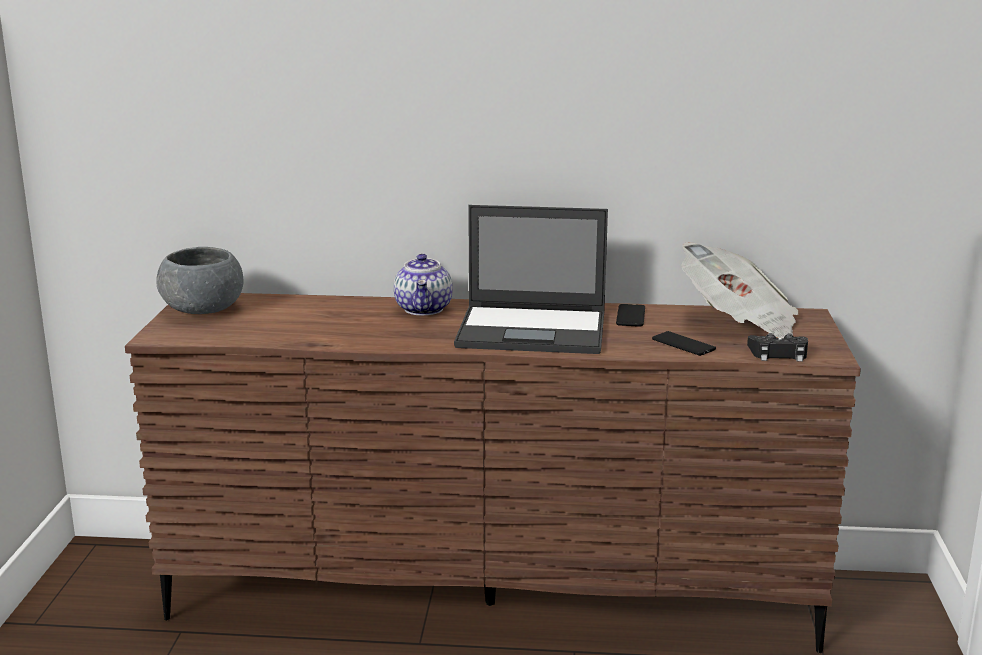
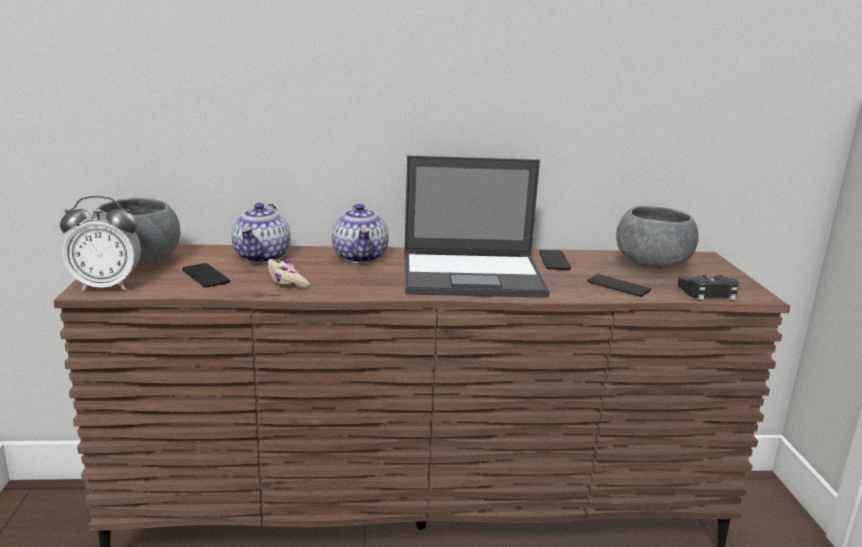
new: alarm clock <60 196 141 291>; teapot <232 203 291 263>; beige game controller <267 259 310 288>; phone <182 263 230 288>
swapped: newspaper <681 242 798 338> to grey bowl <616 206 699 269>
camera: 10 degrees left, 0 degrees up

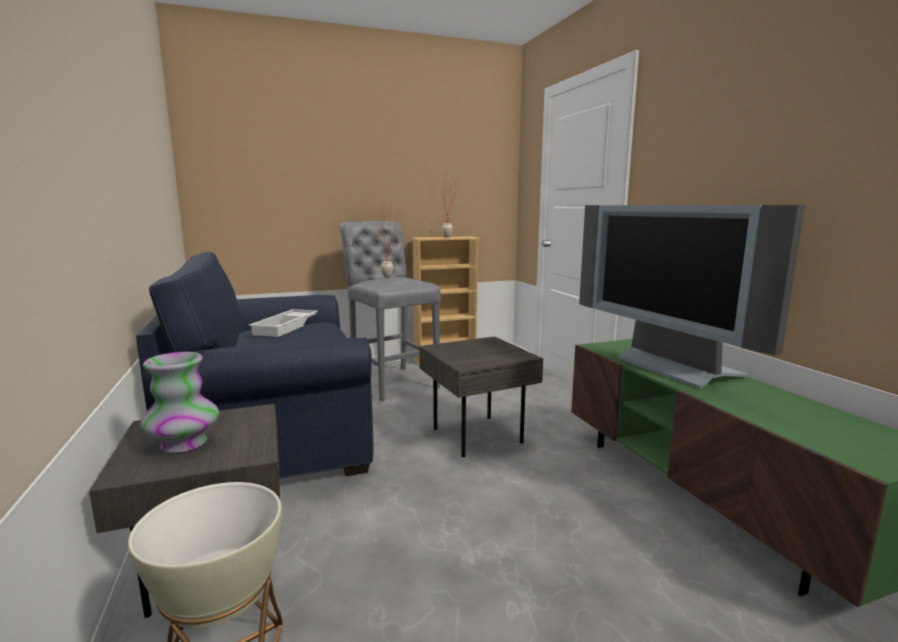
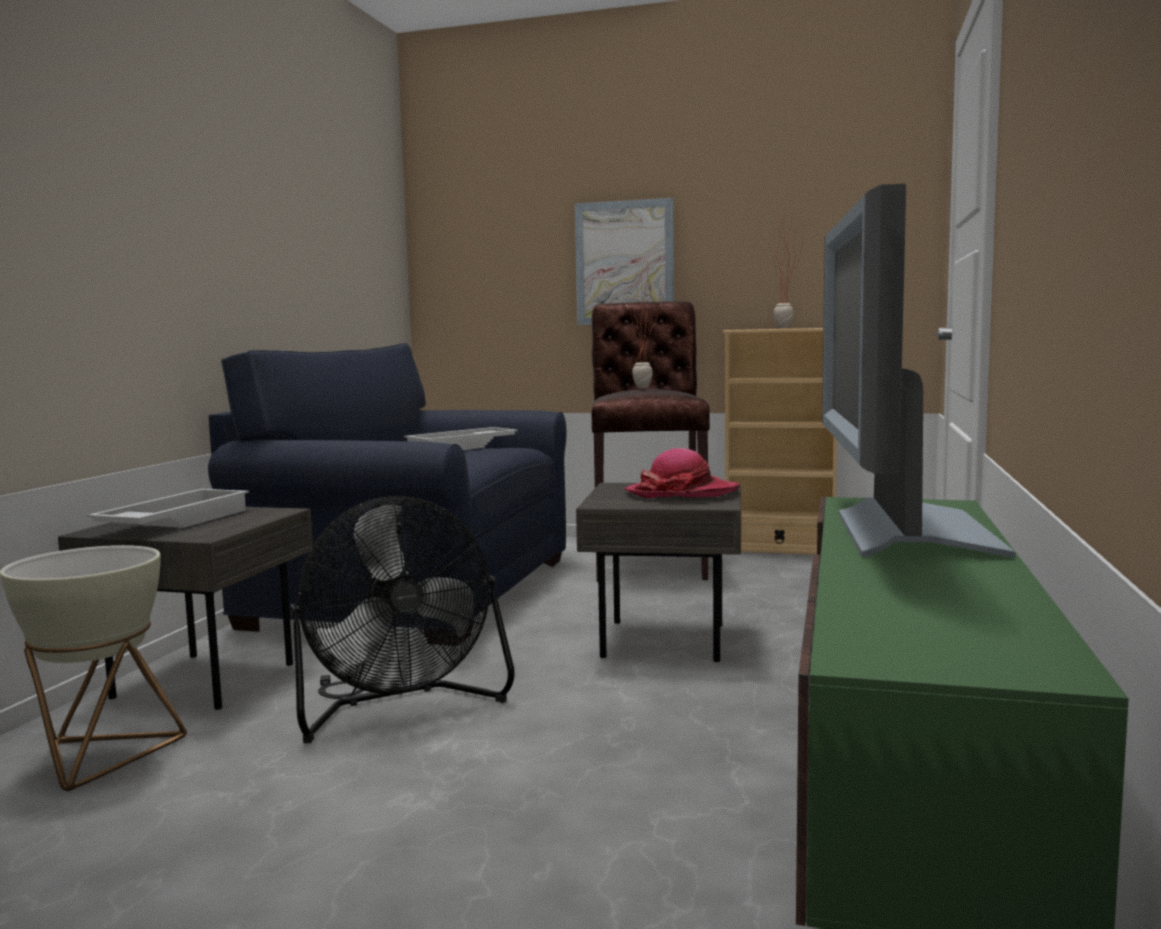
new: picture <575 198 674 325>; hat <624 448 740 498>; black fan <290 496 515 743>
swapped: vase <140 352 219 453> to white tray <87 489 249 528>
repainted: grey stool <339 221 441 401> to brown stool <591 301 710 582>
camera: 35 degrees right, 5 degrees down

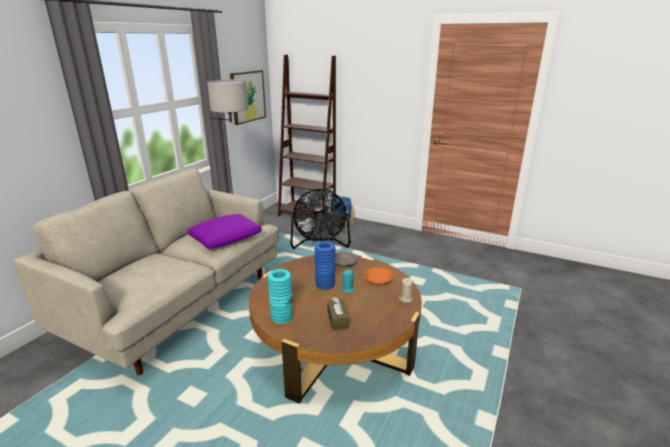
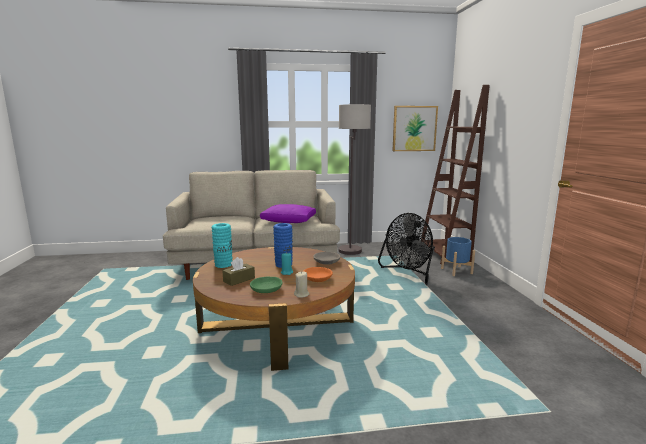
new: green bowl <250 277 283 293>
camera: 55 degrees right, 10 degrees down

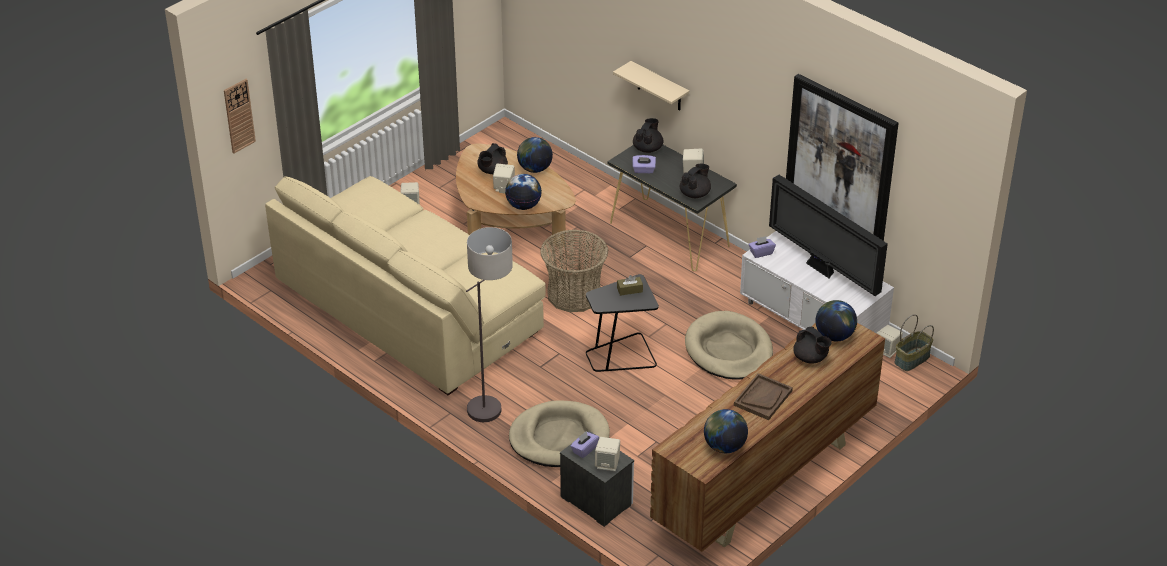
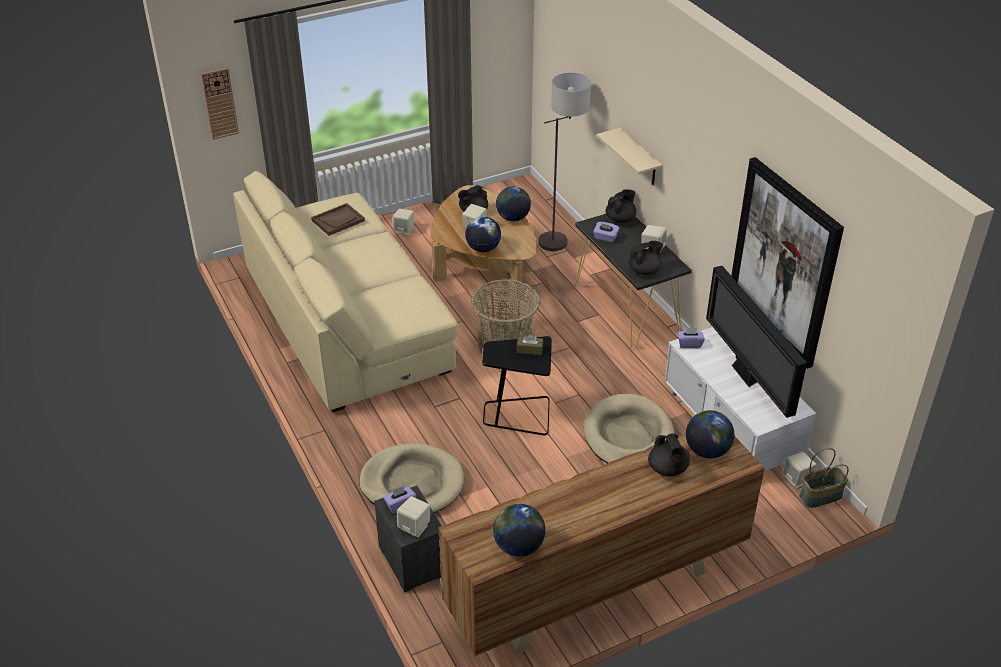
shifted: grey floor lamp <466 227 513 422> to <538 73 591 251>; brown tray <734 373 793 420> to <311 203 365 236>
camera: 20 degrees right, 0 degrees up

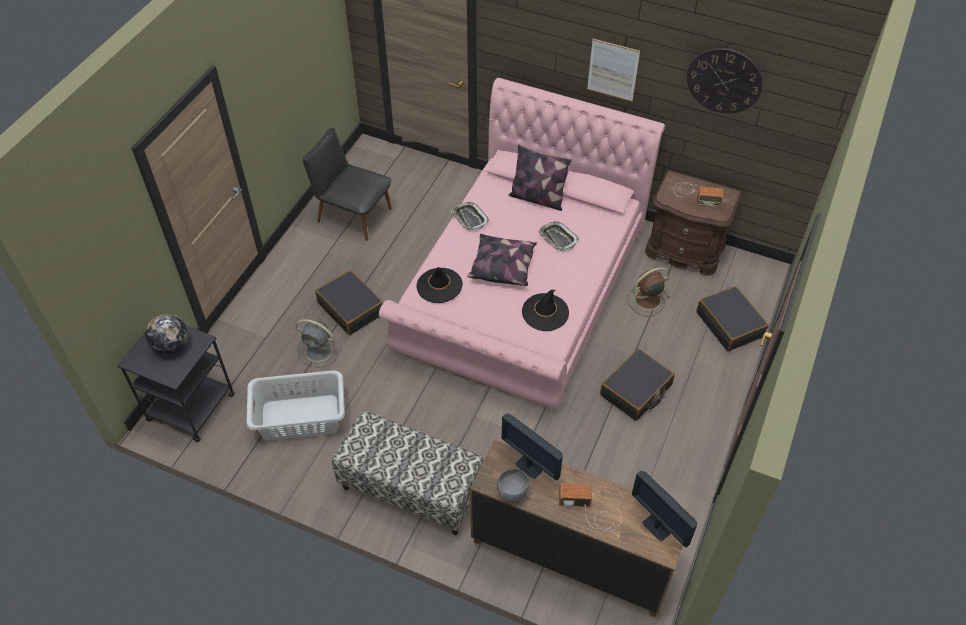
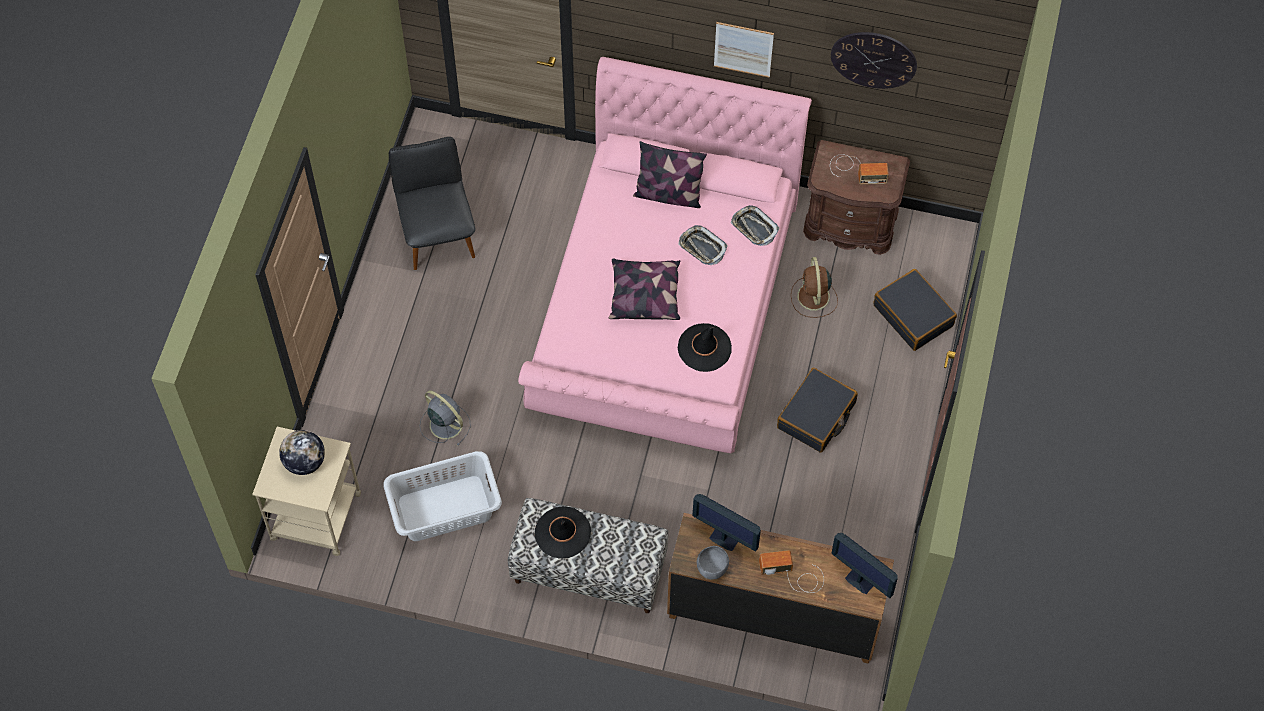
gone: black suitcase <315 270 383 335>
shifted: tray <450 202 489 231> to <731 205 780 246>; black hat <416 267 463 303> to <535 506 591 558>
repainted: black cart <117 326 235 442> to beige cart <252 427 361 556>
rotated: black chair <303 128 392 241> = <389 137 475 270> 60 degrees clockwise; brown fan <627 267 670 317> = <791 257 838 318> 60 degrees counterclockwise; grey fan <296 319 341 368> = <420 390 471 446> 150 degrees counterclockwise
camera: 10 degrees left, 10 degrees up

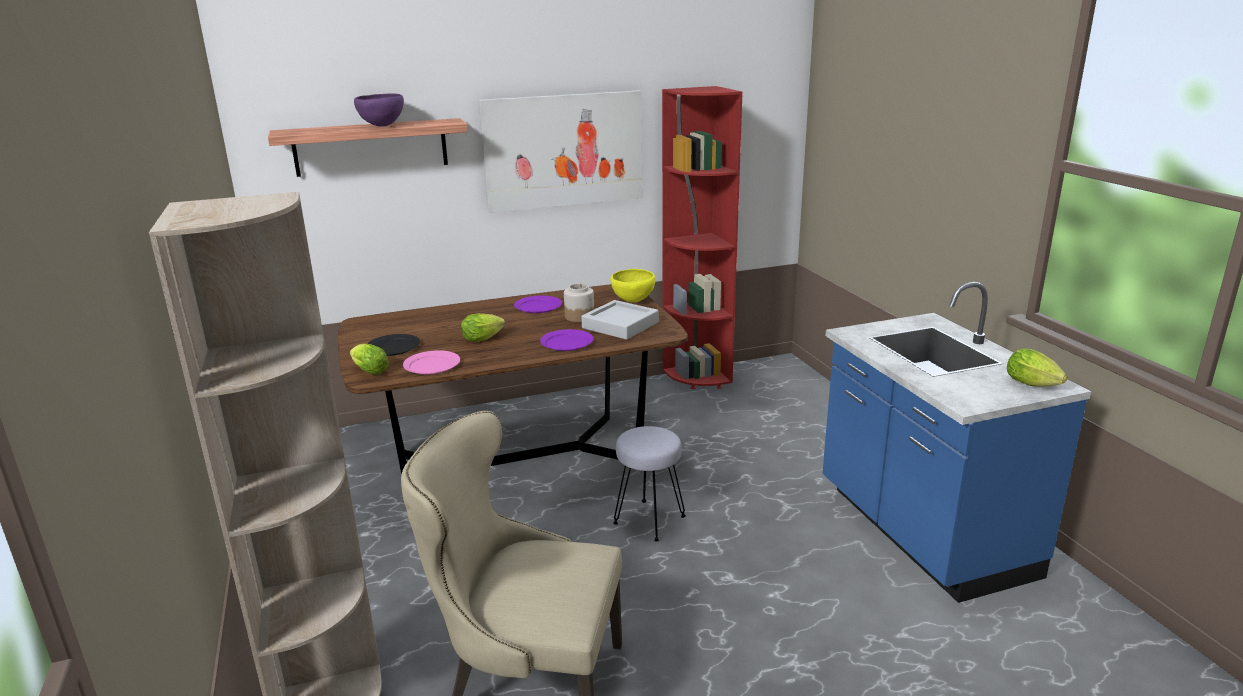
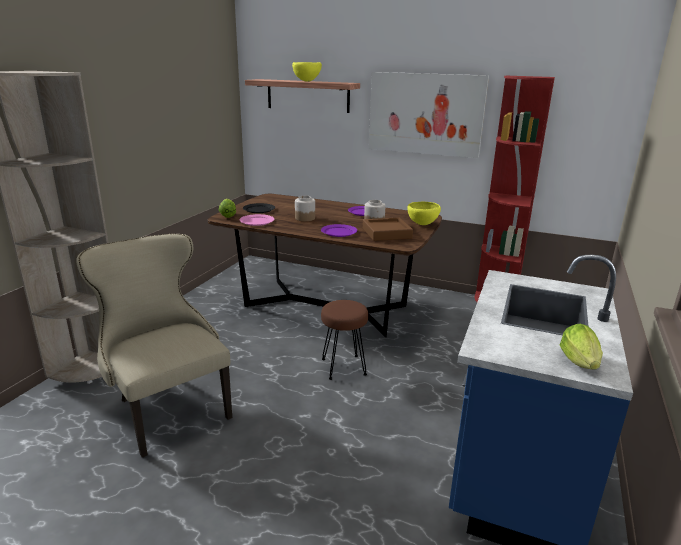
swapped: lettuce <461 313 505 342> to jar <295 195 315 221>
repainted: purple bowl <354 93 404 127> to yellow bowl <292 62 322 82>; grey tray <581 300 659 340> to brown tray <363 218 413 241>; grey stool <613 426 686 541> to brown stool <321 300 368 380>
camera: 40 degrees right, 0 degrees up

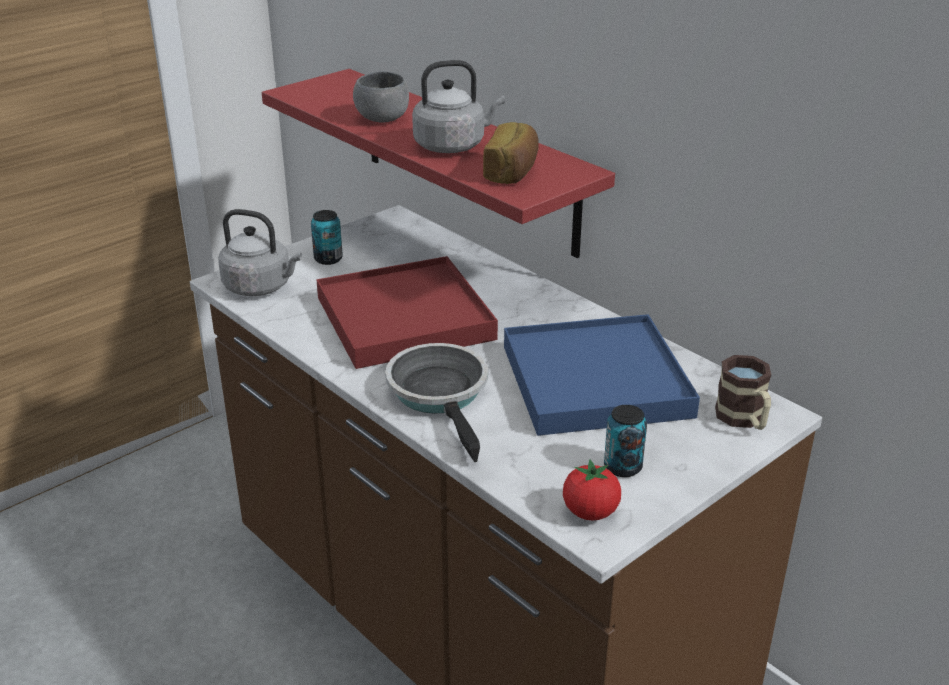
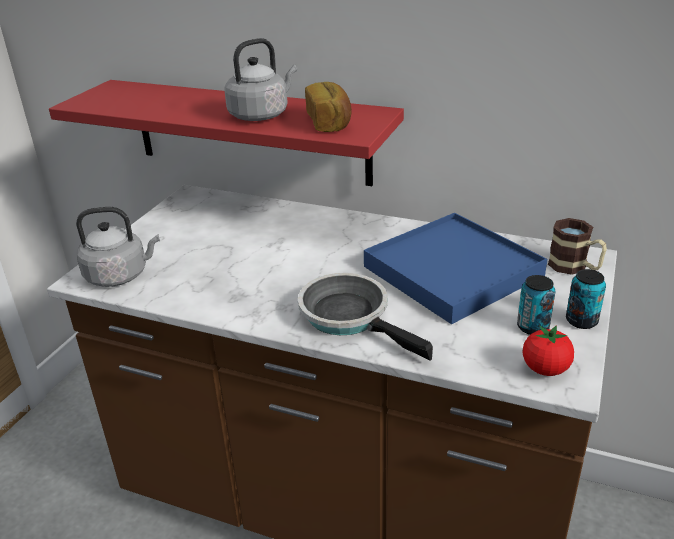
gone: grey bowl <353 71 409 123>; red tray <316 256 498 369>
shifted: can <311 210 343 265> to <566 269 606 329>
camera: 25 degrees left, 0 degrees up

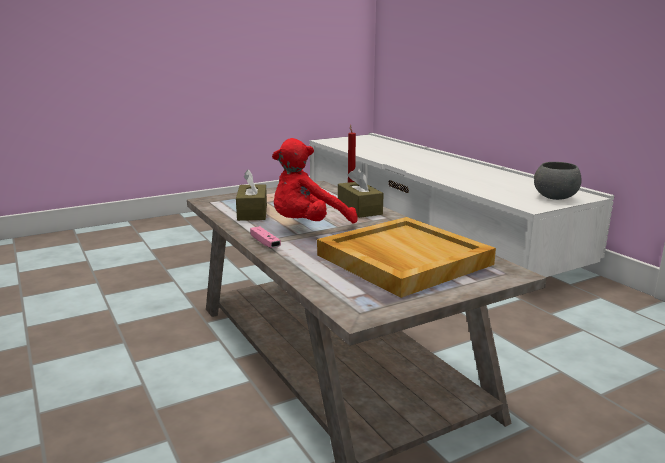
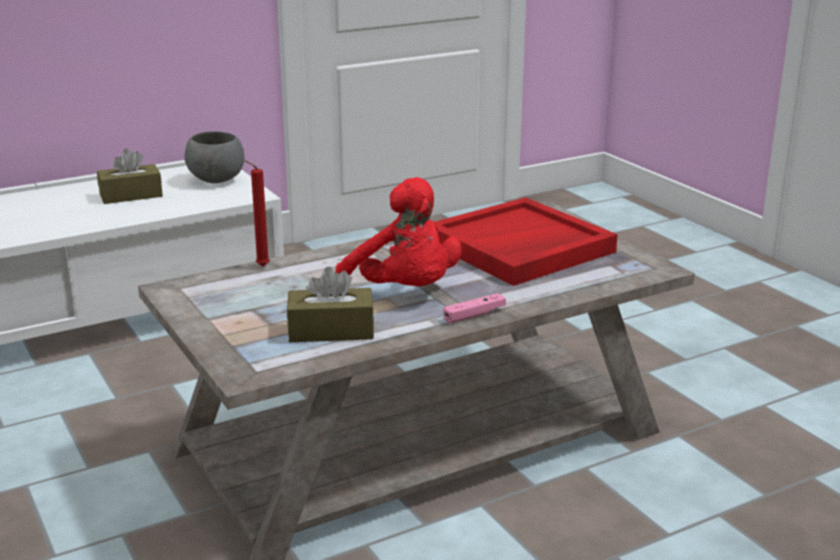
shifted: brown tissue box <338 167 384 218> to <97 149 163 204>
repainted: beige tray <317 217 496 298> to red tray <434 197 618 286>
camera: 90 degrees left, 5 degrees up

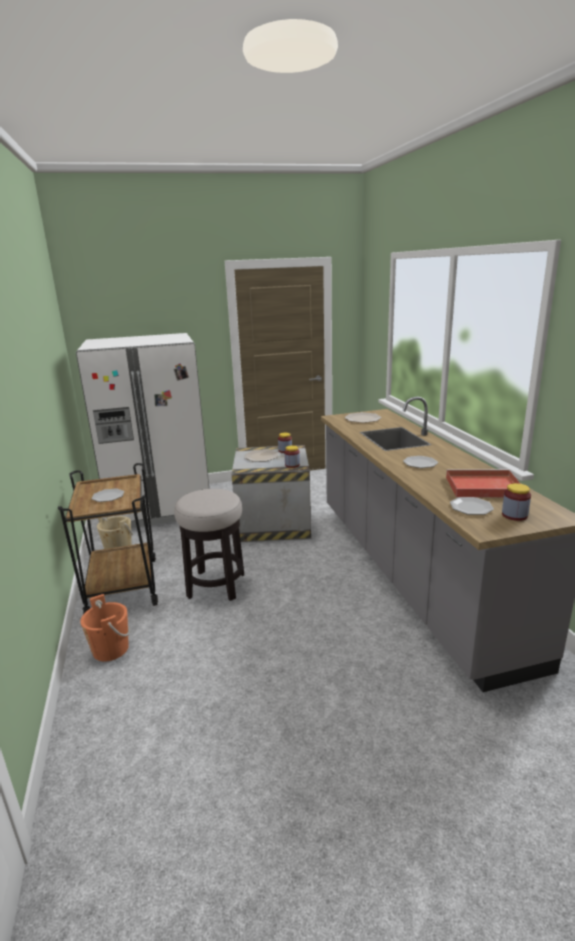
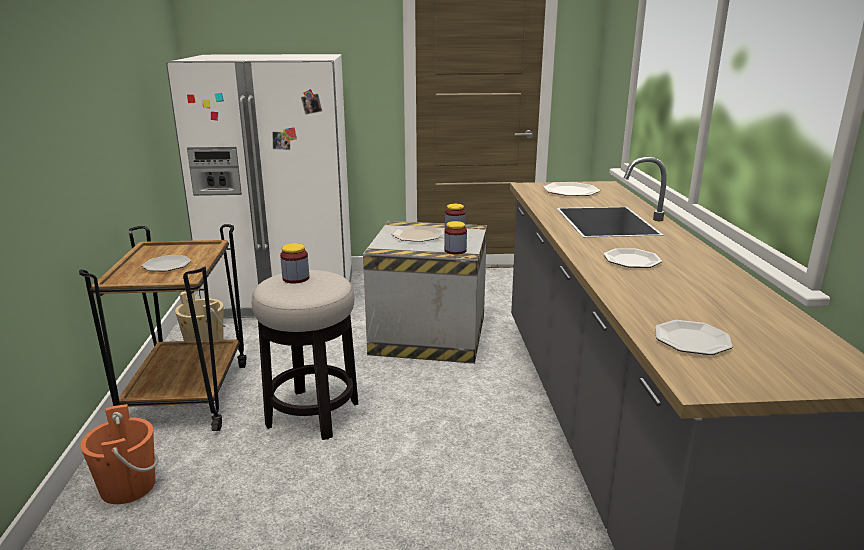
gone: red tray <446 469 521 498>
shifted: jar <502 483 531 521> to <280 243 309 284>
camera: 10 degrees right, 0 degrees up

